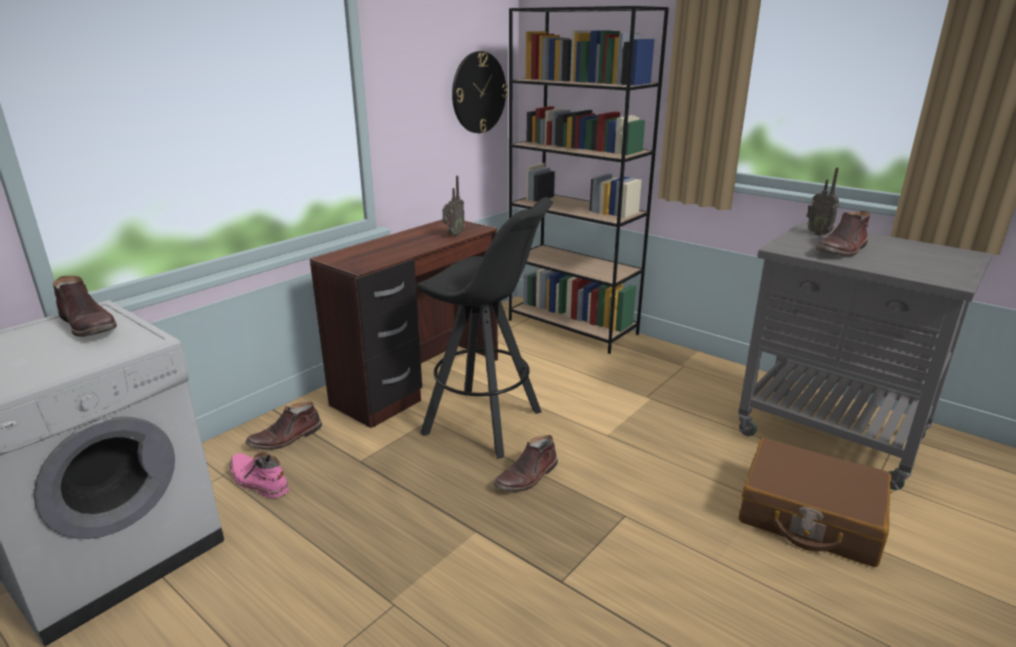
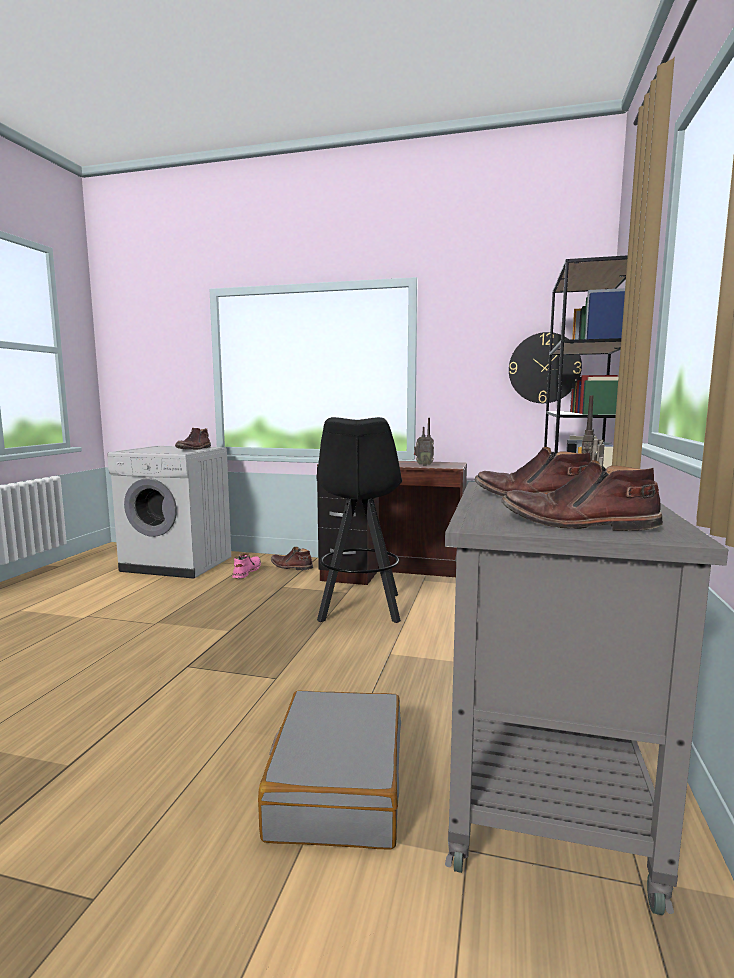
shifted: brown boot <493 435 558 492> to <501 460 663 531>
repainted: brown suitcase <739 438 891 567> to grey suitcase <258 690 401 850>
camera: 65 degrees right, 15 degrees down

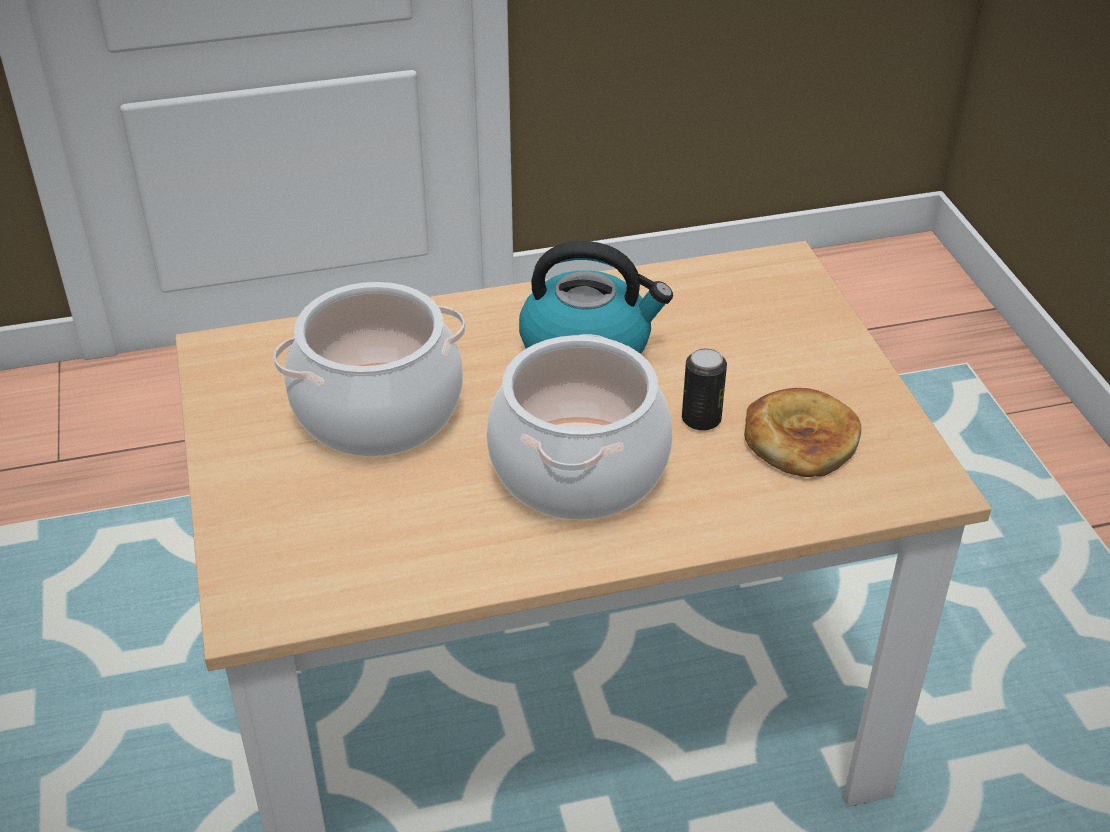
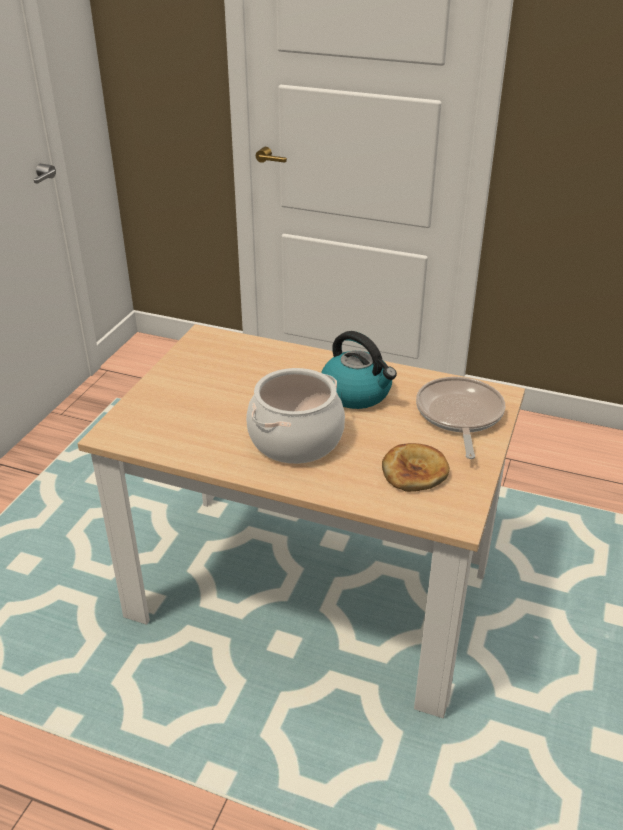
gone: cooking pot <274 282 465 457>; can <682 348 727 431>
new: frying pan <416 377 505 459>
camera: 35 degrees right, 5 degrees down

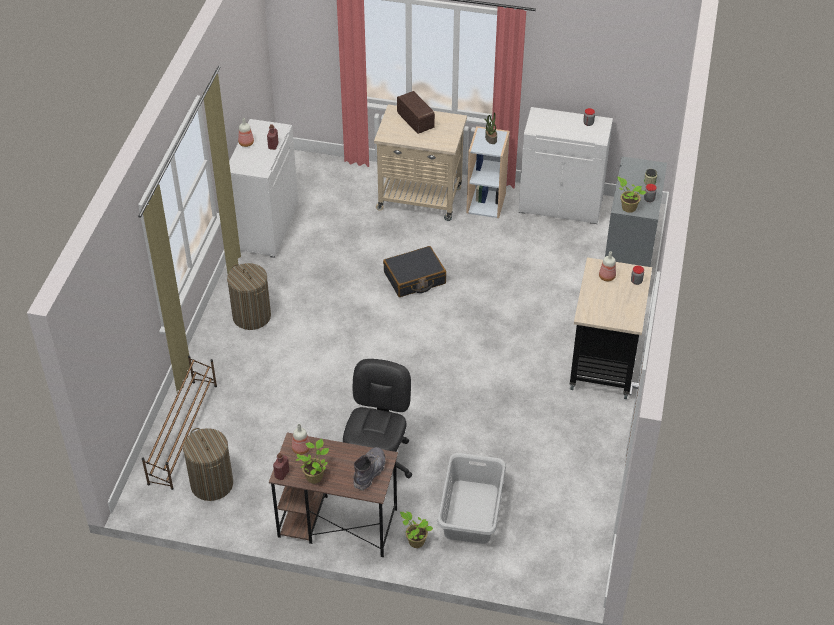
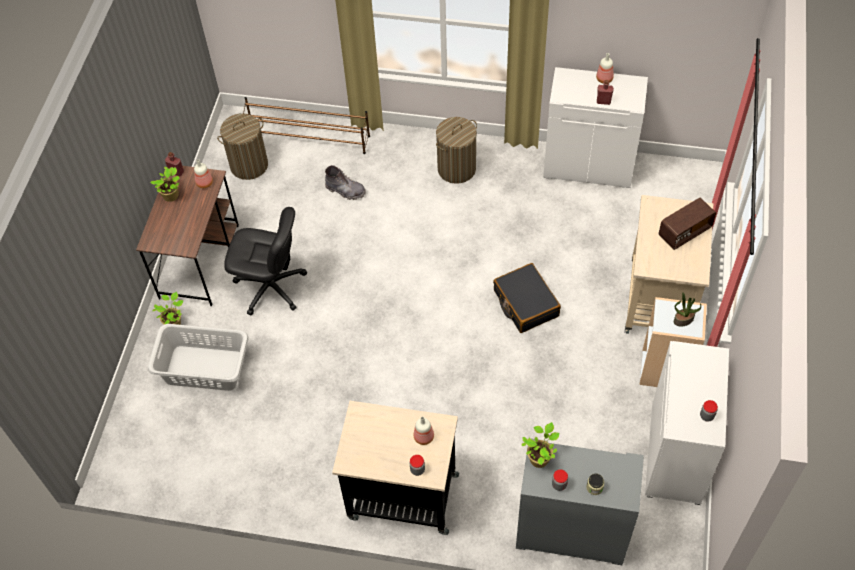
shifted: grey boot <353 447 386 491> to <325 165 366 200>
camera: 90 degrees right, 10 degrees up

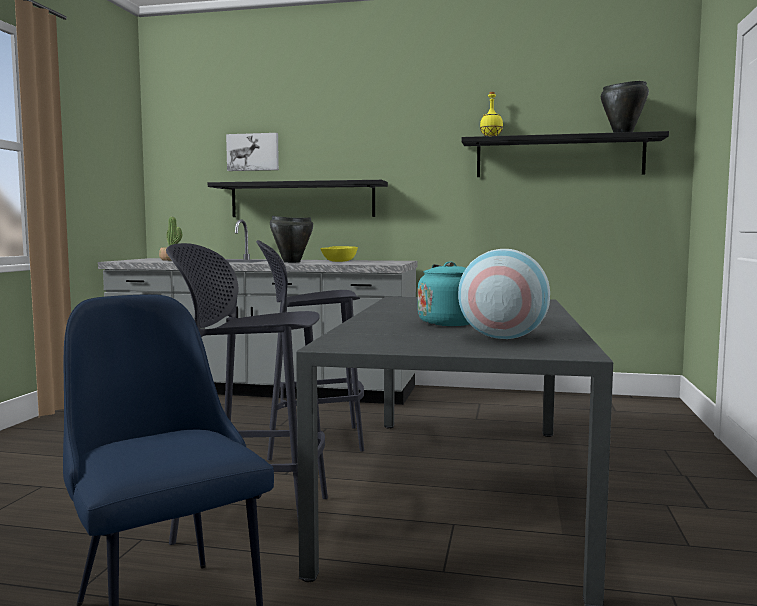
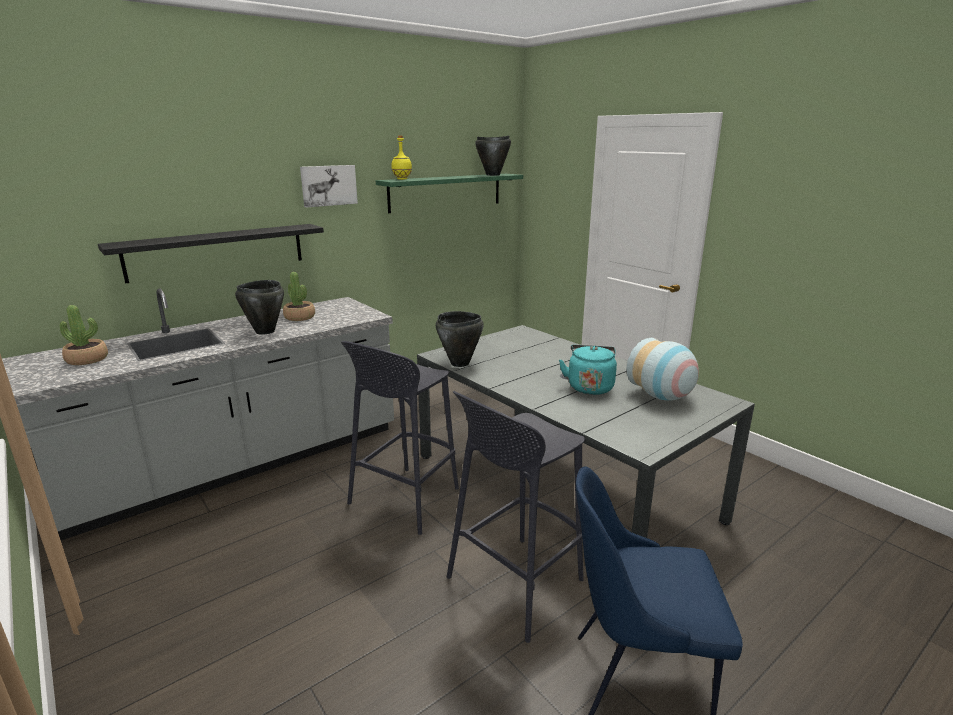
new: black cooking pot <436 311 484 367>
shifted: picture <226 133 279 171> to <300 165 358 208>
swapped: yellow bowl <320 246 358 262> to potted plant <283 272 315 321>
repainted: black shelf <461 131 669 177> to green shelf <376 174 523 213>
camera: 50 degrees left, 15 degrees up

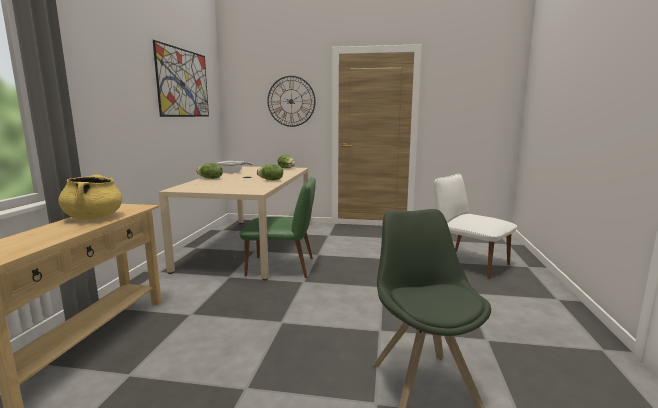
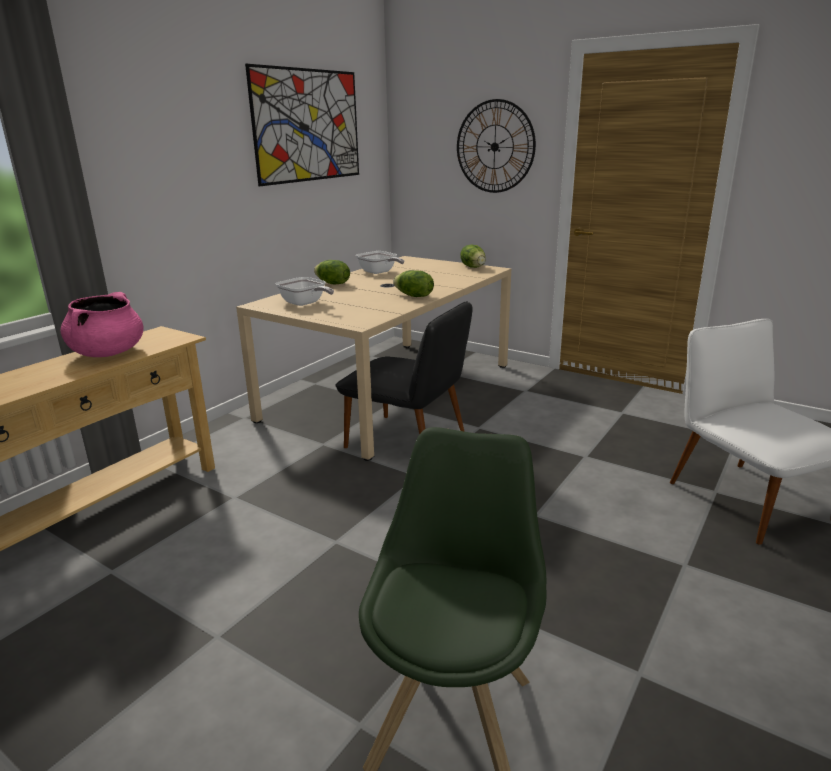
new: frying pan <275 277 334 306>
repainted: yellow cooking pot <58 174 122 220> to pink cooking pot <60 292 144 357>; green chair <239 177 316 278> to black chair <335 301 473 448>
camera: 25 degrees right, 10 degrees up

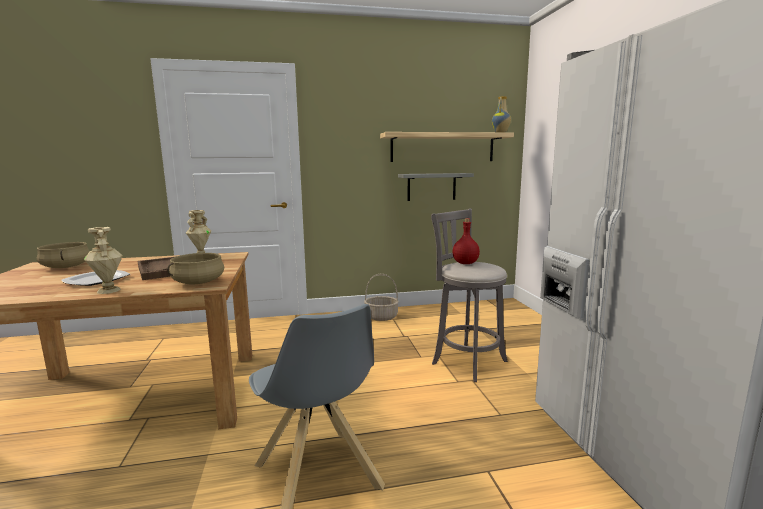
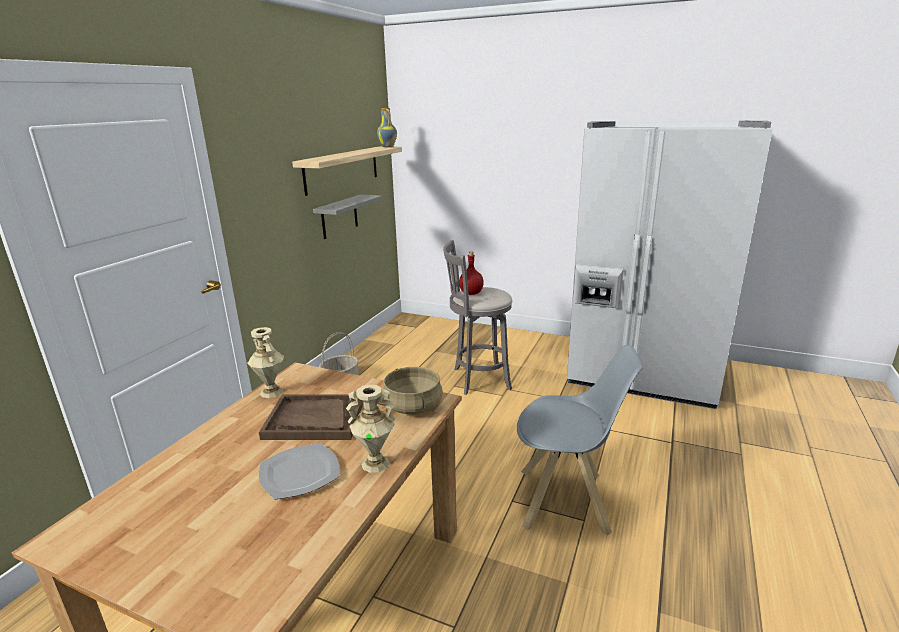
gone: beige cooking pot <37 242 90 268>
camera: 55 degrees left, 10 degrees up

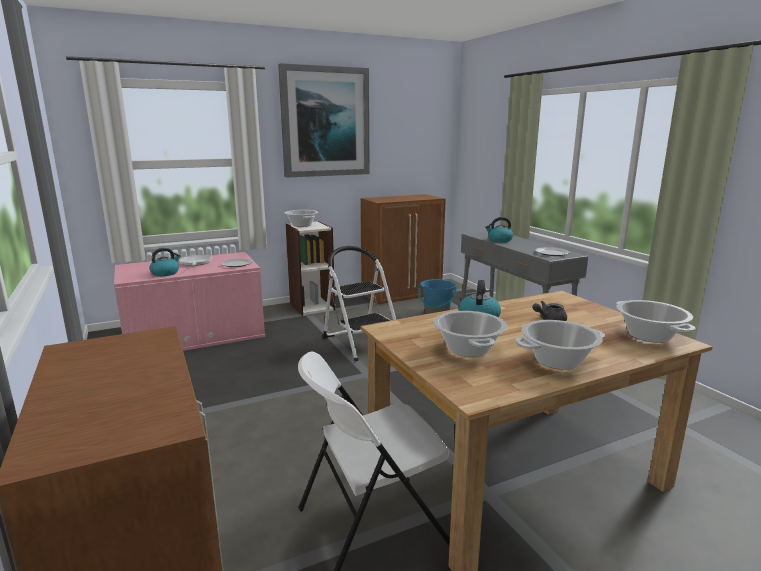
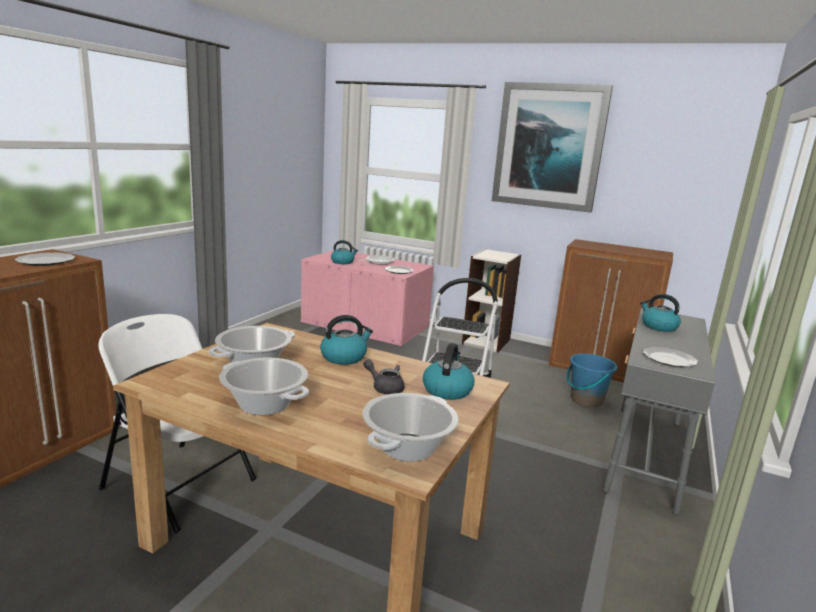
gone: cooking pot <285 210 318 227>
new: plate <15 253 75 266>; kettle <423 343 475 400>
camera: 50 degrees right, 0 degrees up

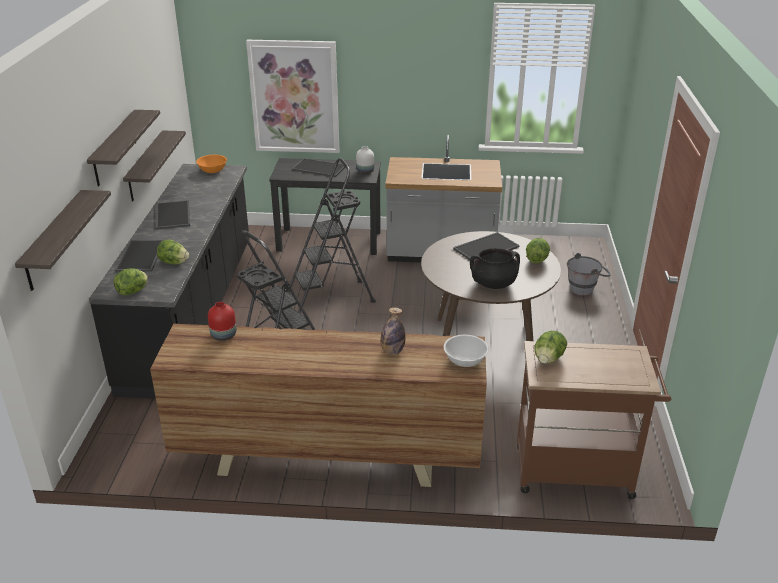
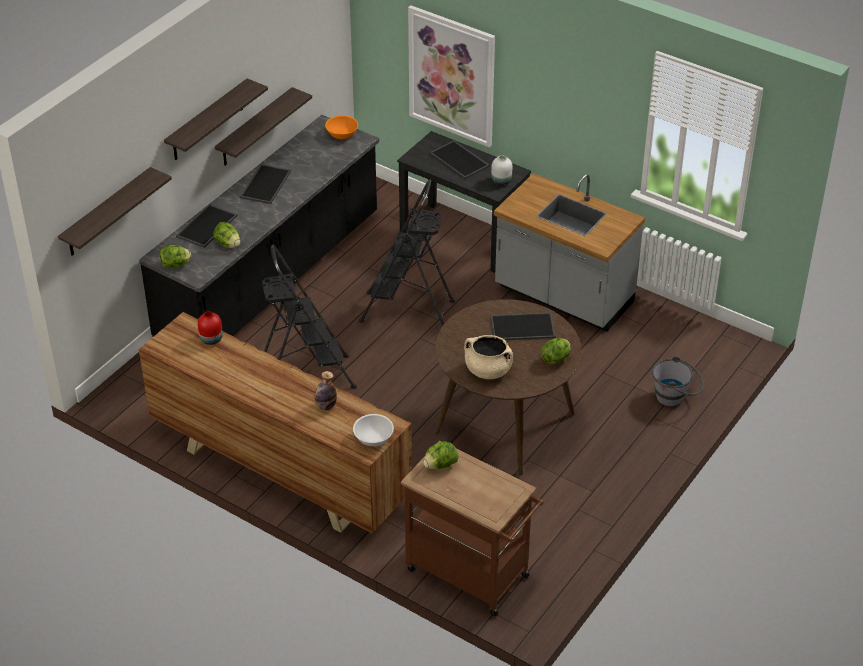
repainted: black cooking pot <470 248 520 289> to beige cooking pot <464 335 513 379>
camera: 30 degrees right, 10 degrees up

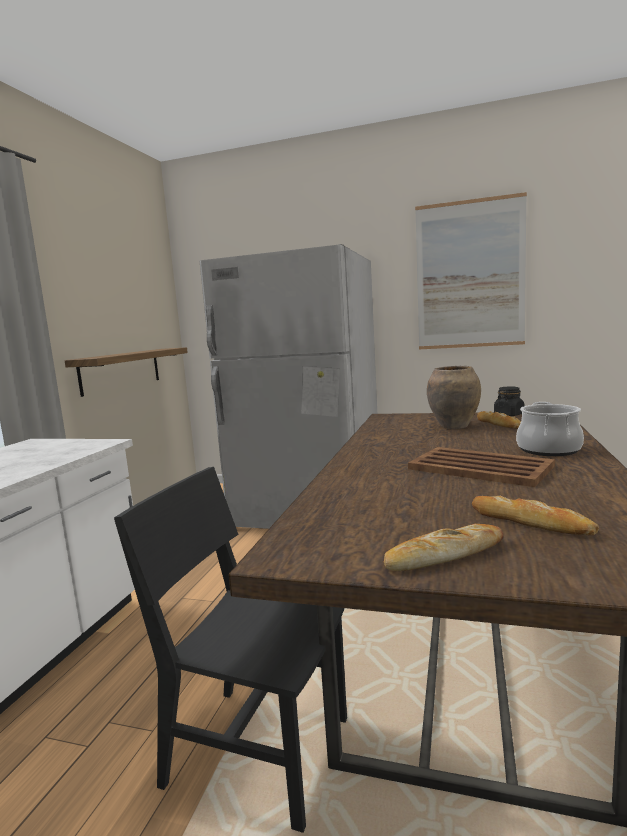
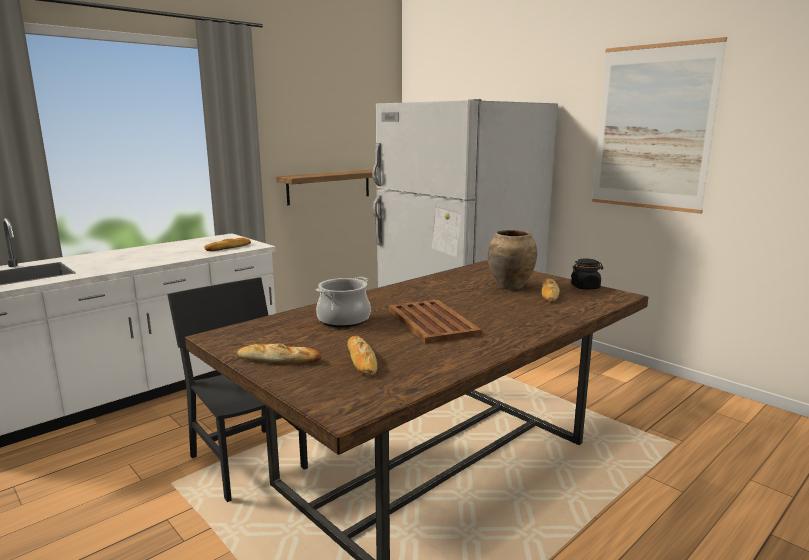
new: bread <205 238 251 251>
shifted: cooking pot <516 402 584 456> to <315 277 371 328>
camera: 30 degrees right, 5 degrees up

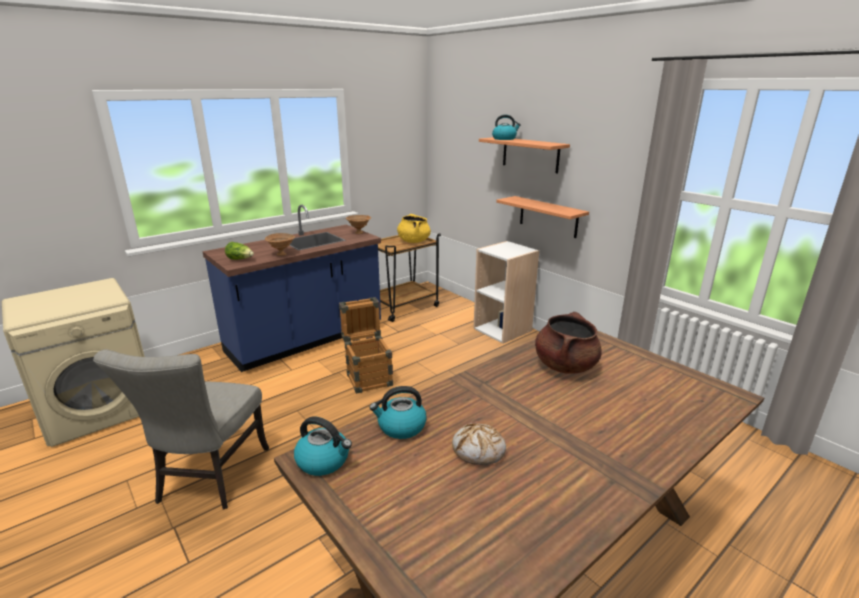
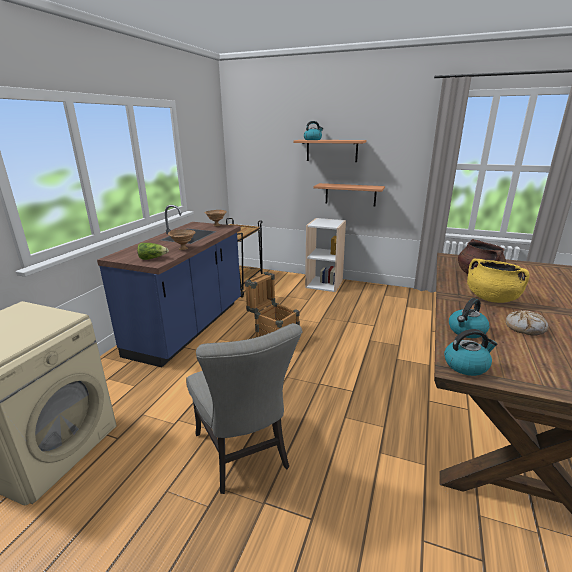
shifted: yellow cooking pot <397 214 431 243> to <467 258 529 303>
camera: 30 degrees left, 0 degrees up

